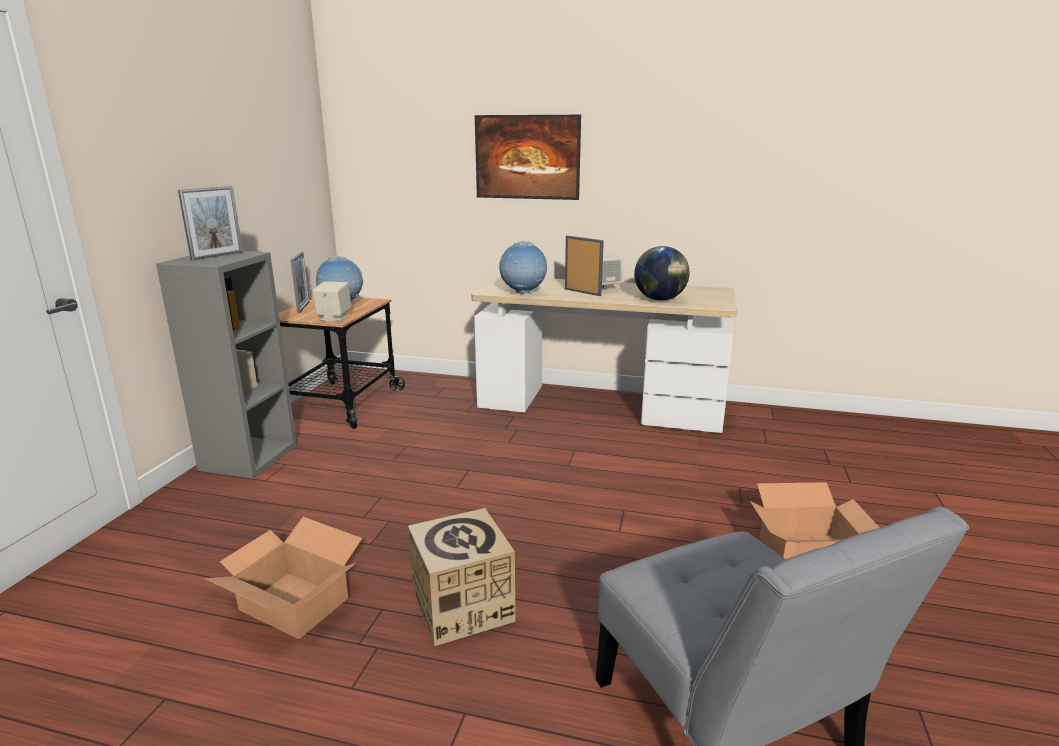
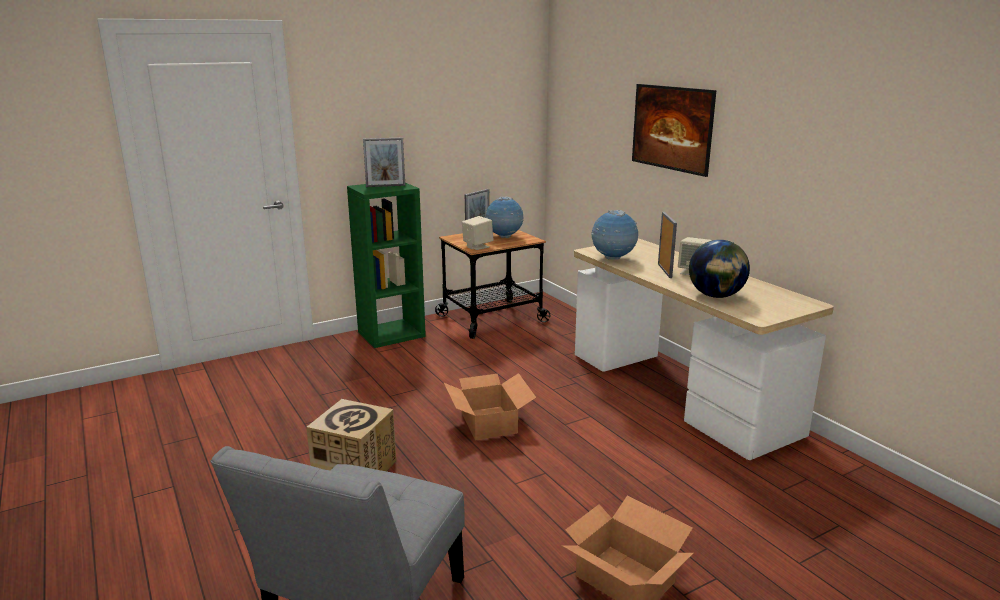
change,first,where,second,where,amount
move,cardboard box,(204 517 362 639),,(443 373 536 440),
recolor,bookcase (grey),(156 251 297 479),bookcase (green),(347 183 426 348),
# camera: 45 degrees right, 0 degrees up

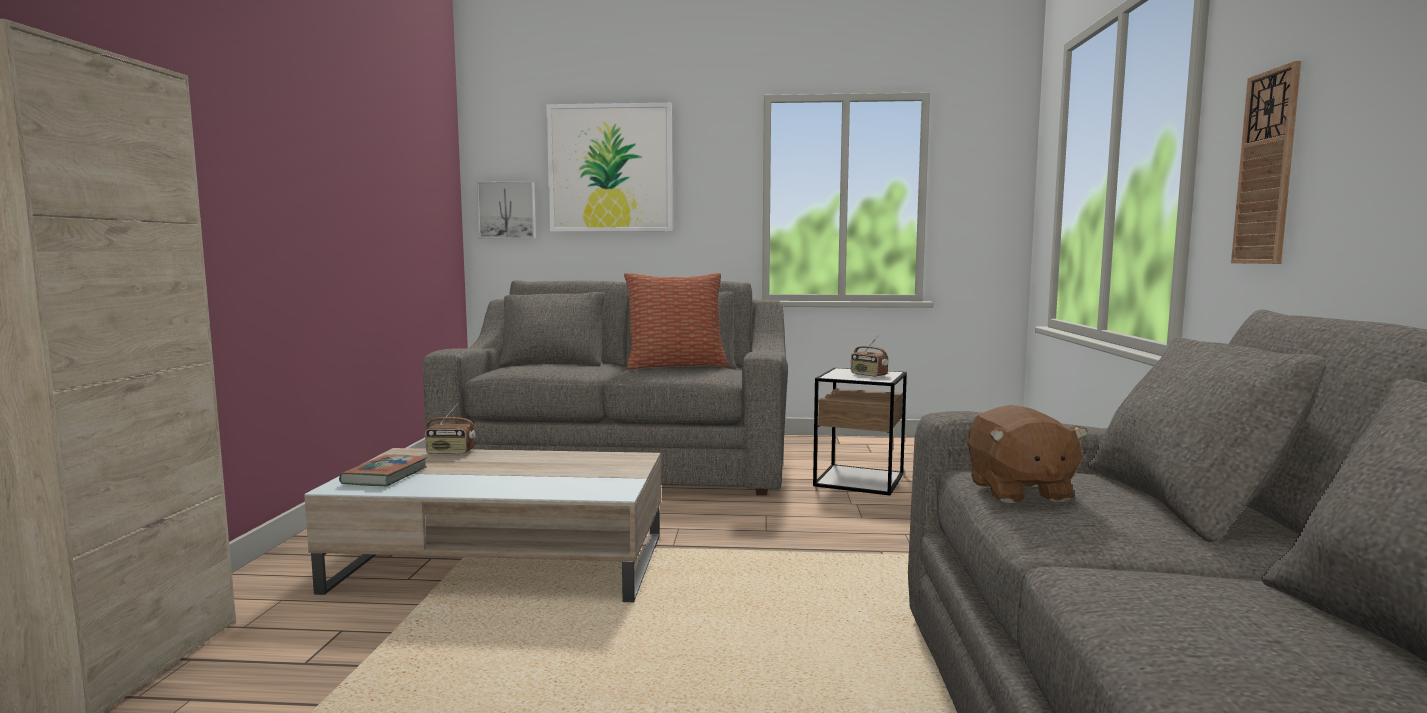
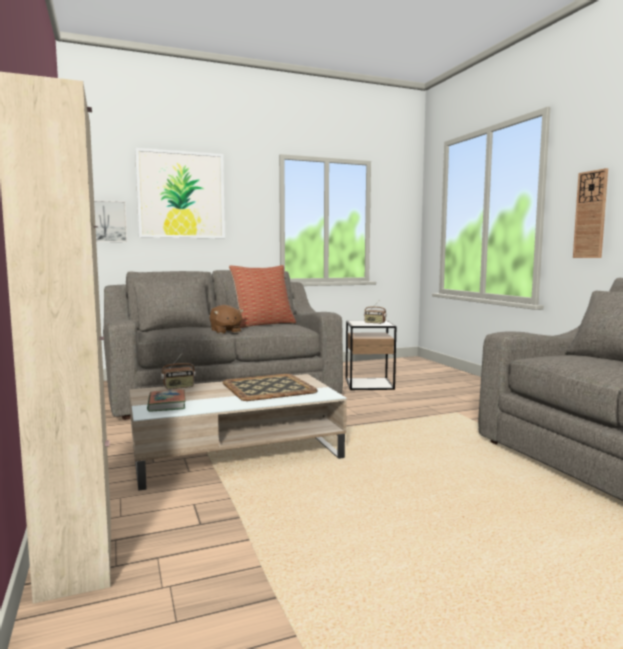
change,first,where,second,where,amount
insert,,,tray,(223 374 318 401),
move,plush toy (brown),(968 405 1088 503),,(210 305 244 334),
# camera: 25 degrees left, 0 degrees up

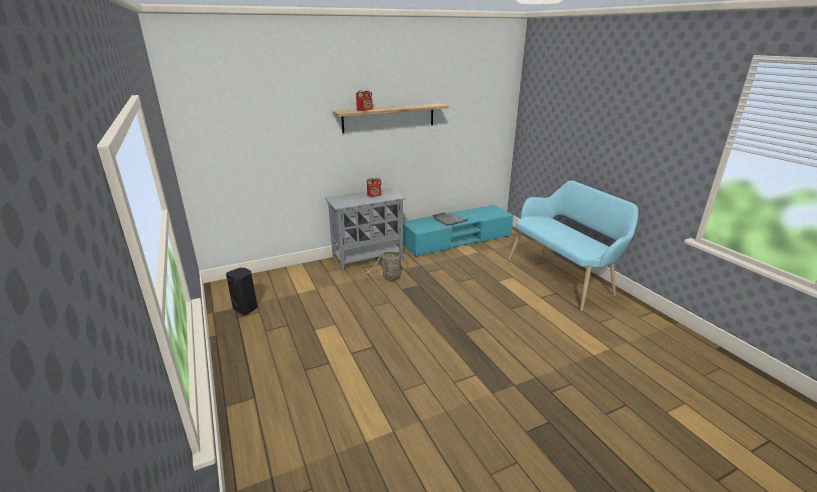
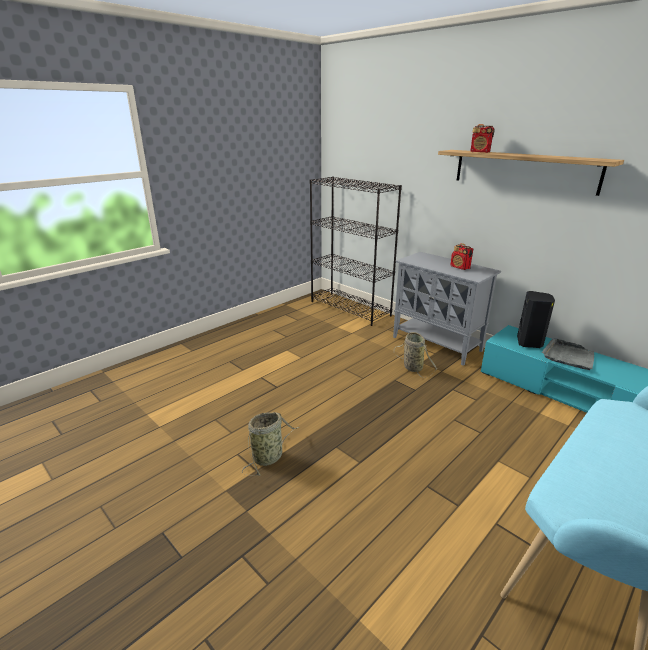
change,first,where,second,where,amount
insert,,,basket,(242 412 300 476),
insert,,,bookcase (black),(310 176 402 326),
move,speaker (black),(226 268 257 315),,(517 291 555 348),
# camera: 70 degrees right, 0 degrees up

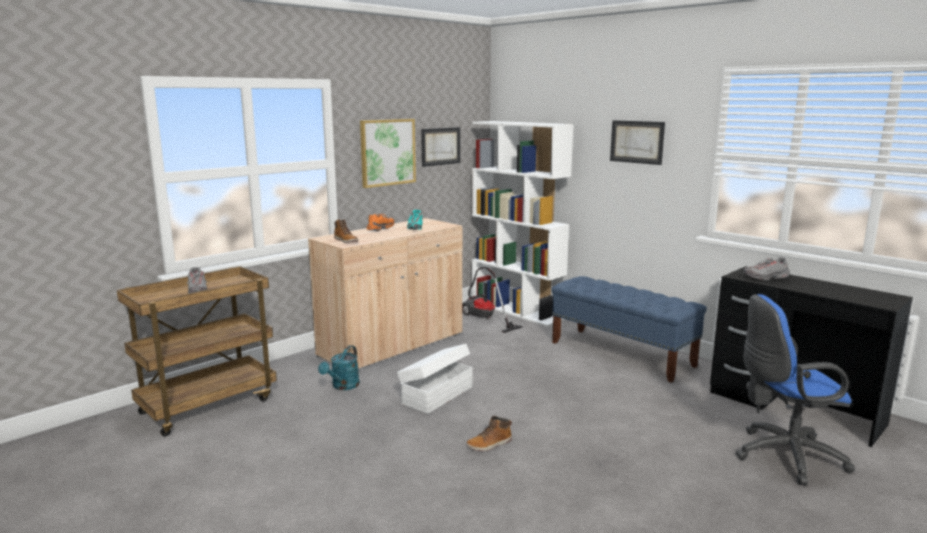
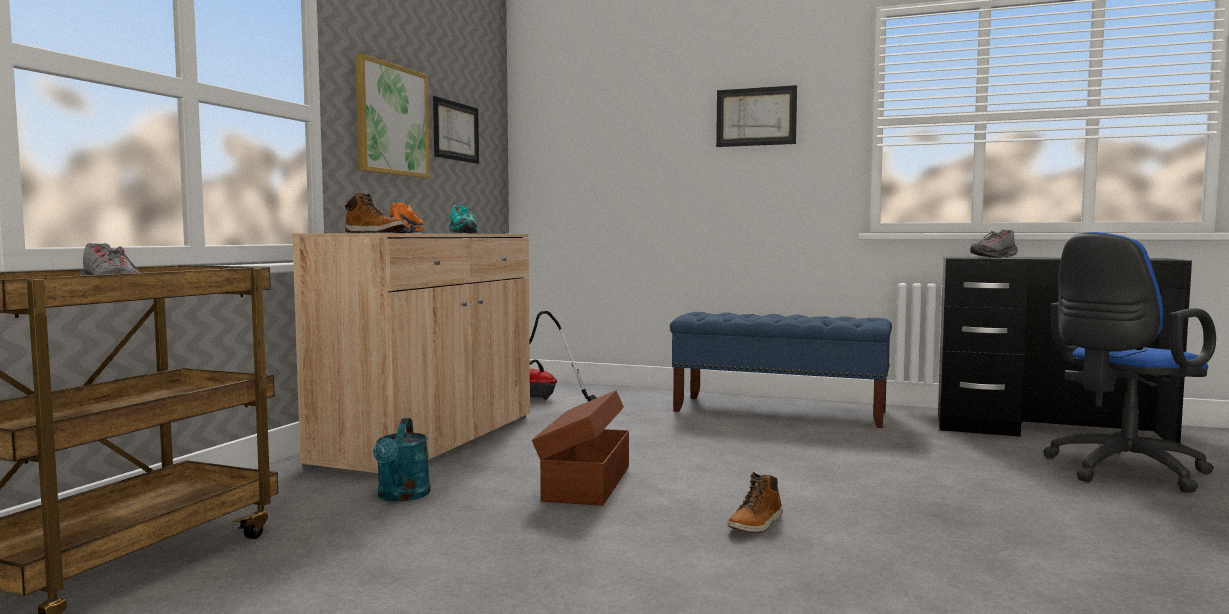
change,first,where,second,where,amount
delete,bookcase (white),(472 121 574 327),,,
recolor,storage box (white),(397 344 472 414),storage box (brown),(532 390 629 506),
# camera: 25 degrees left, 10 degrees down

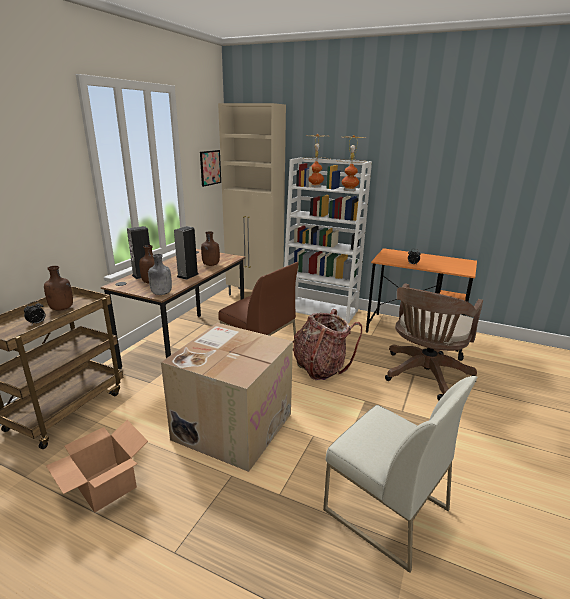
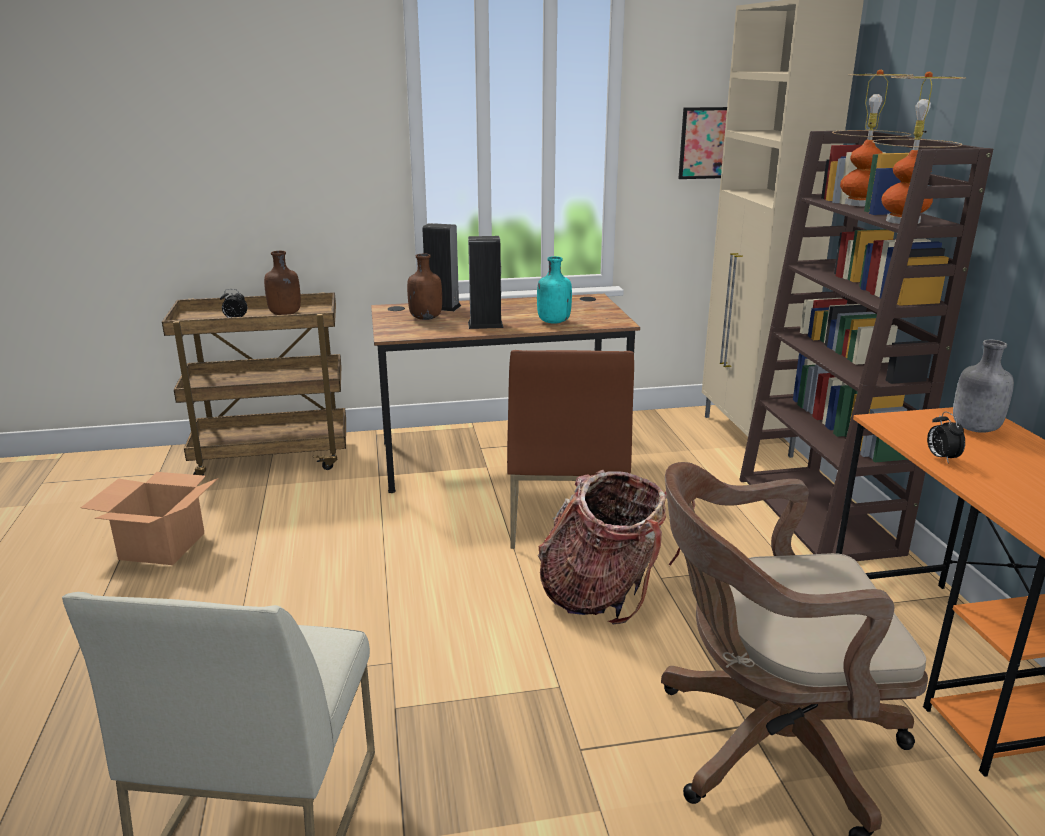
change,first,where,second,where,amount
delete,cardboard box,(161 323 293 472),,,
move,bottle (grey),(148 254 172 295),,(953 340 1014 433),
recolor,bottle (brown),(201 231 220 266),bottle (turquoise),(537 256 572 324),
recolor,bookcase (white),(284 158 372 324),bookcase (brown),(739 131 993 561),
# camera: 55 degrees right, 0 degrees up

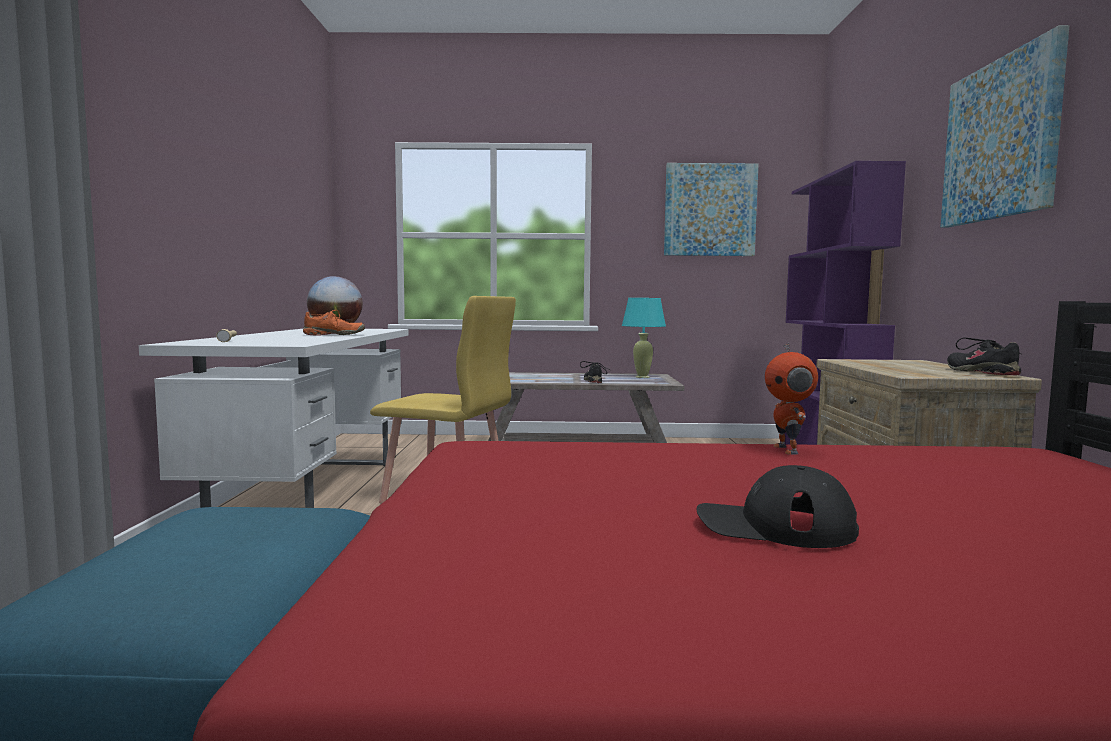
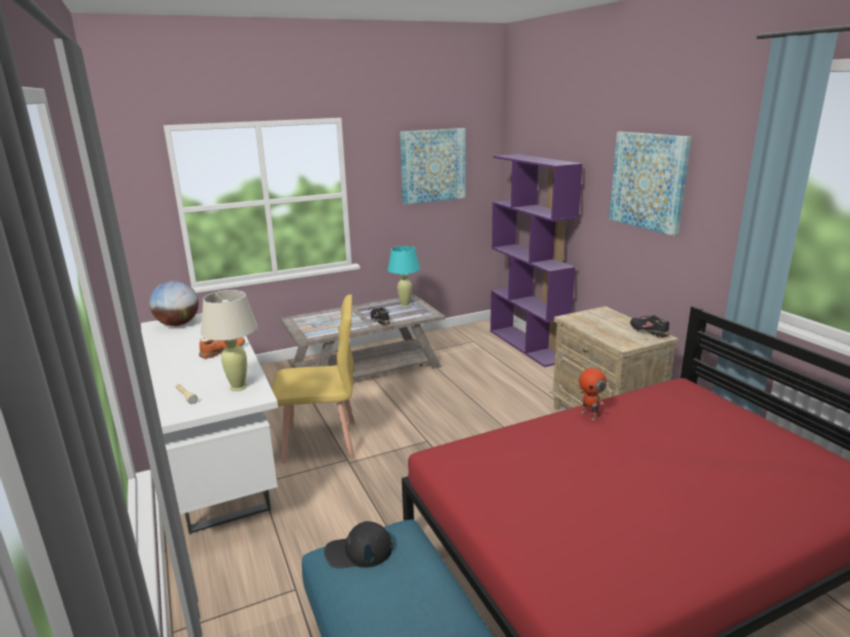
change,first,where,second,where,amount
insert,,,table lamp (beige),(201 290 258 391),
move,cap (black),(697 465 859 548),,(324 521 393 568),
# camera: 25 degrees left, 15 degrees up

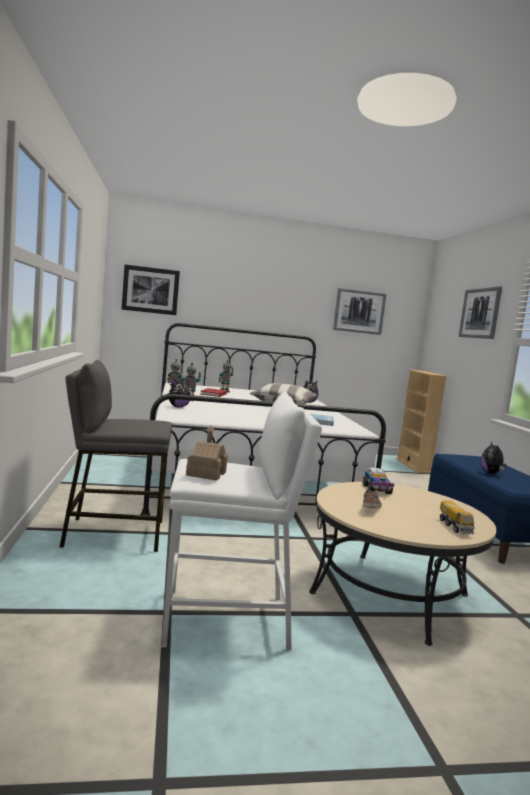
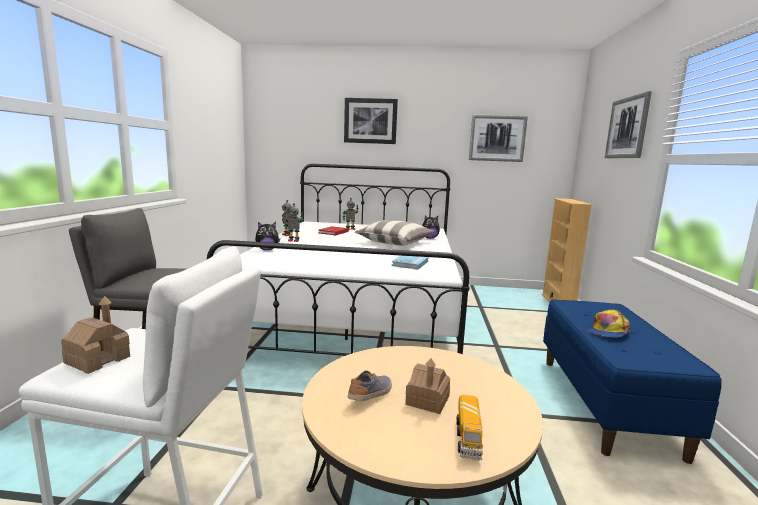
change,first,where,second,where,amount
delete,toy truck,(363 467 394 494),,,
insert,,,toy house,(405 359 450 414),
move,picture,(122 265 180 315),,(344 98 398 144),
replace,plush toy,(481 442 506 474),cap,(587 310 630 337),
# camera: 15 degrees right, 5 degrees up

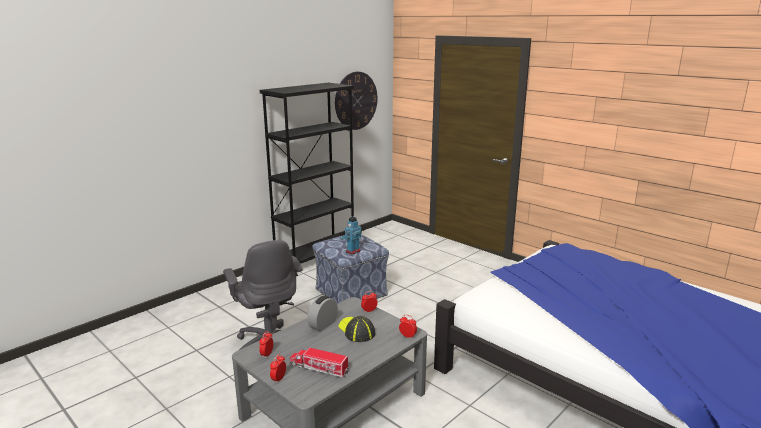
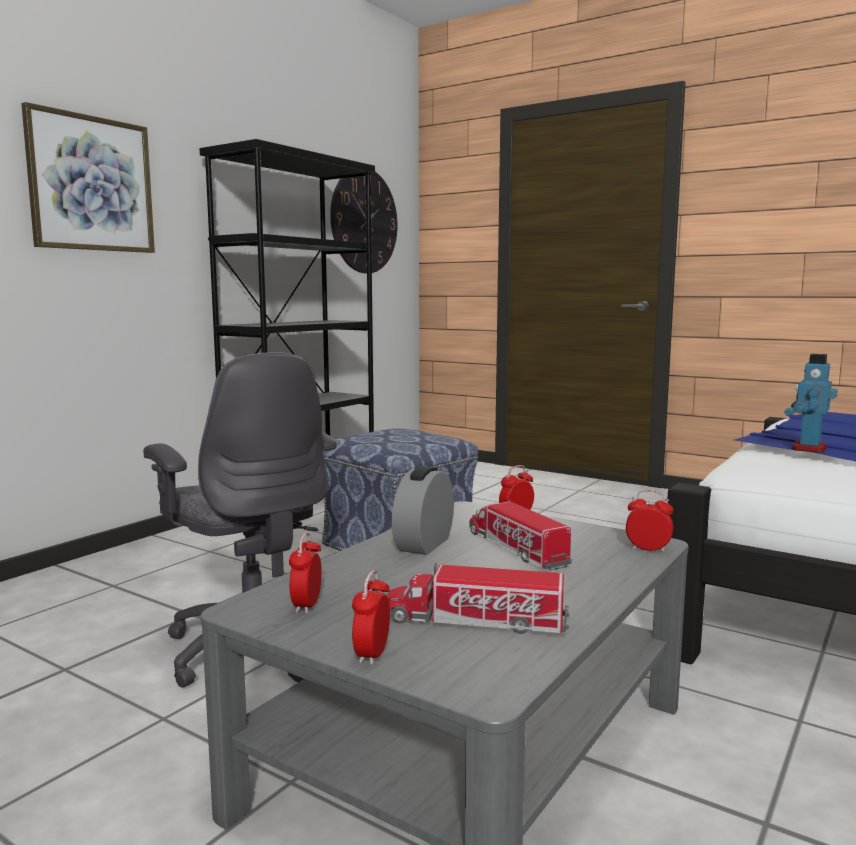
change,first,where,second,where,amount
insert,,,picture,(21 102 155 253),
move,toy robot,(340 217 362 254),,(784 354 838 453),
replace,cap,(338 316 375 342),toy truck,(469 500 572 570),
# camera: 10 degrees left, 10 degrees down

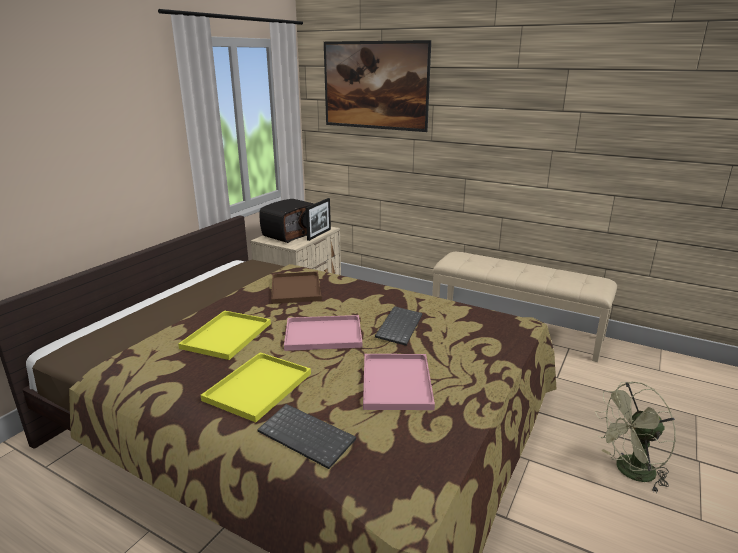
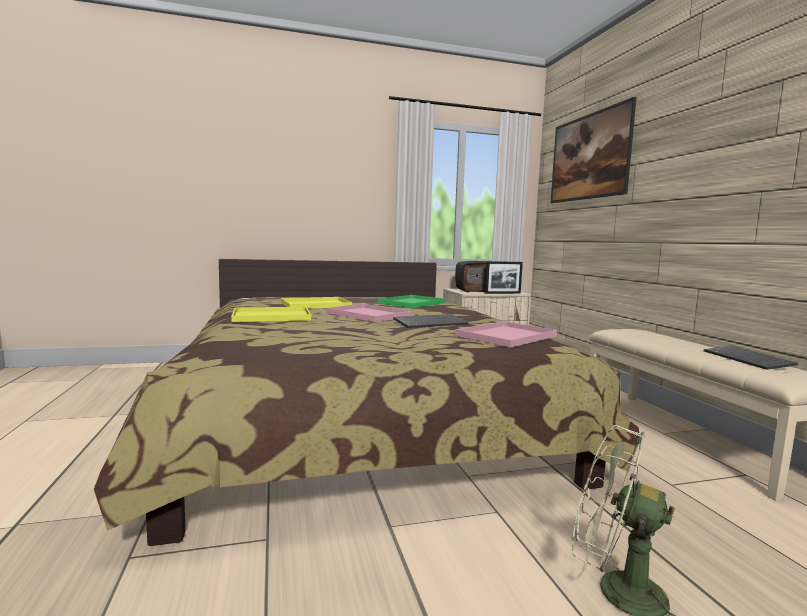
change,first,where,second,where,amount
move,keyboard,(257 404 356 469),,(704 346 798 370),
move,tray (pink),(363 354 435 410),,(455 321 557 348),
recolor,tray (brown),(271 271 322 304),tray (green),(377 295 445 308),
# camera: 45 degrees right, 15 degrees down

